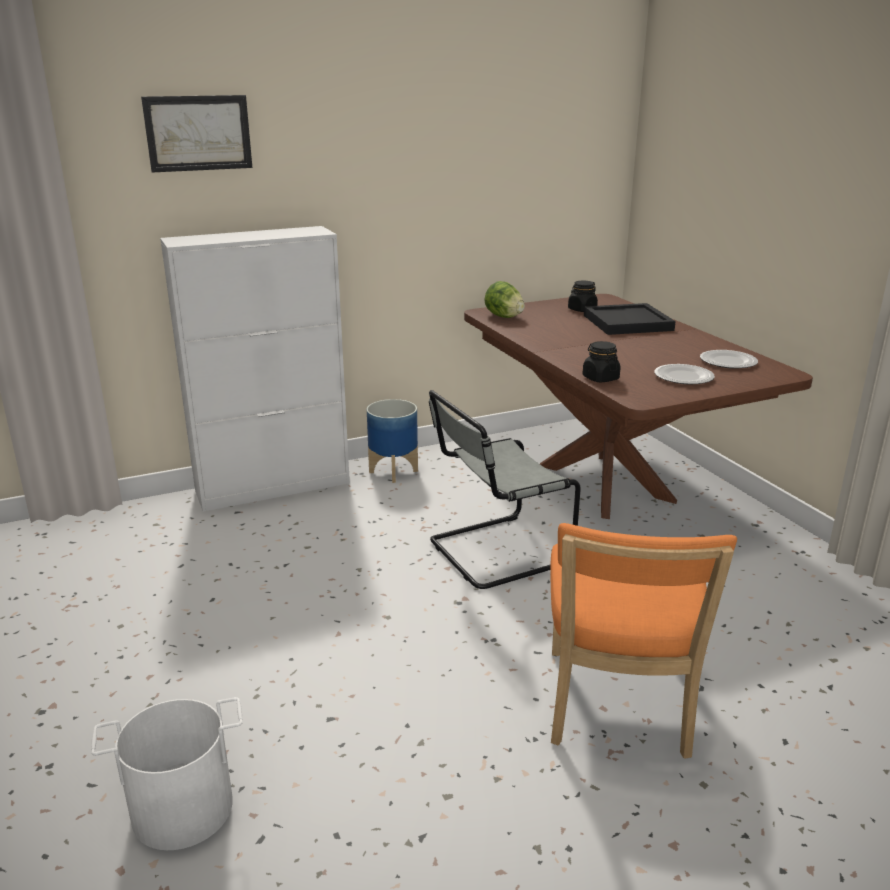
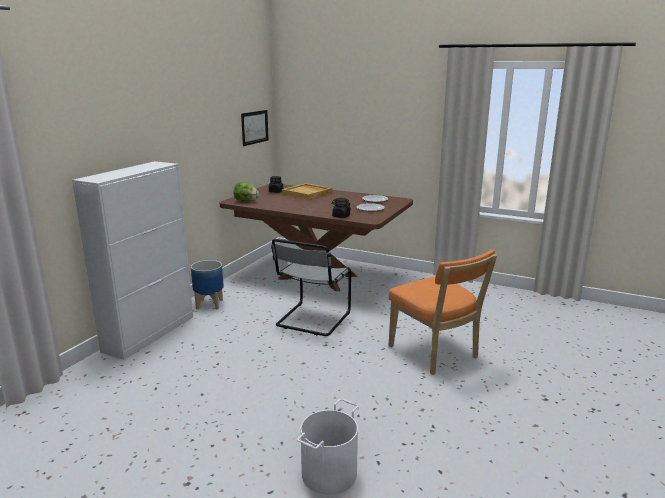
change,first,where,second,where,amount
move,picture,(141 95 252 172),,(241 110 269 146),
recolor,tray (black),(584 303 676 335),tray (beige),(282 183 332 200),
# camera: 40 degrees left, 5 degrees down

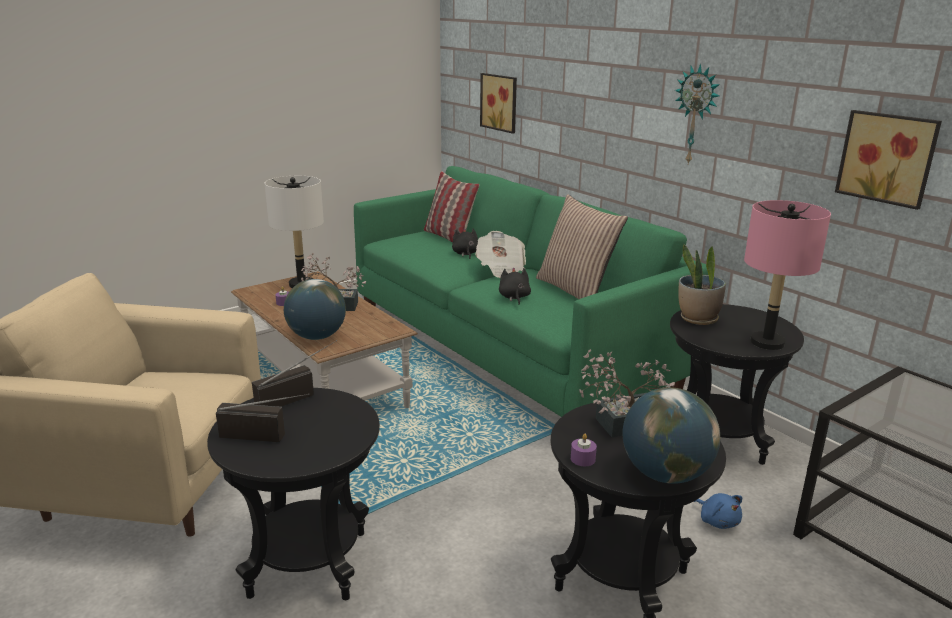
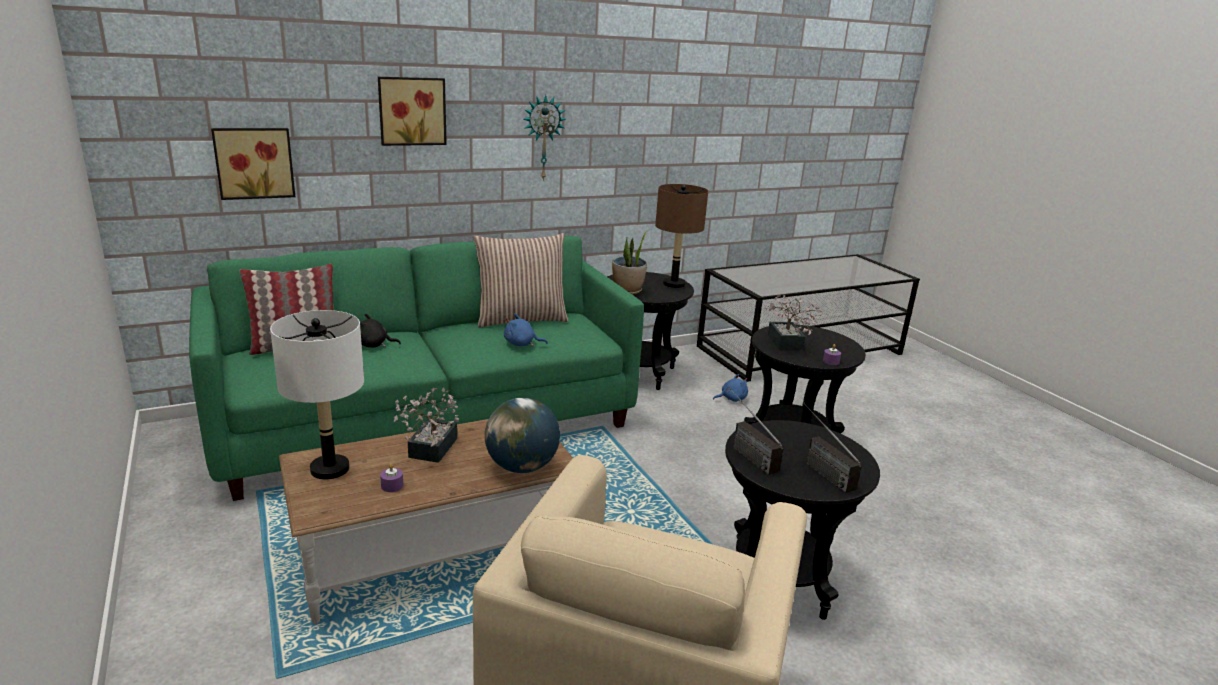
change,first,where,second,where,amount
delete,newspaper,(475 231 526 278),,,
delete,globe,(622 387 720 484),,,
move,picture,(835 110 942 210),,(378 77 447 146),
recolor,plush toy (black),(499 267 531 305),plush toy (blue),(504 313 548 346),
recolor,table lamp (pink),(744 200 831 350),table lamp (brown),(655 184 708 288),
rotate,radio,(216 394 309 442),,(803 403 862 493),45 degrees counterclockwise
# camera: 80 degrees left, 0 degrees up

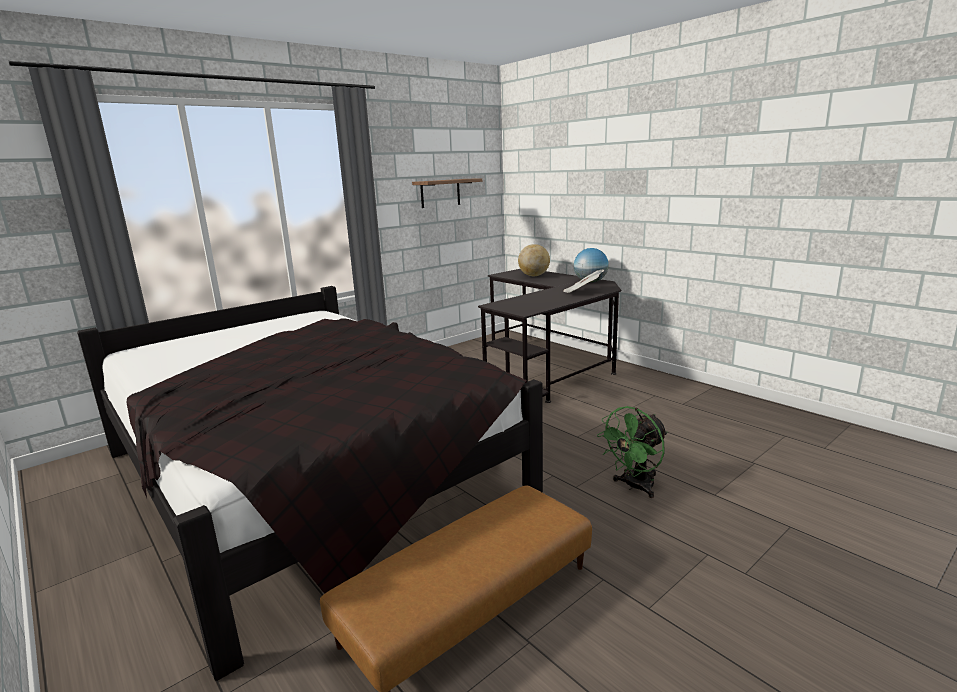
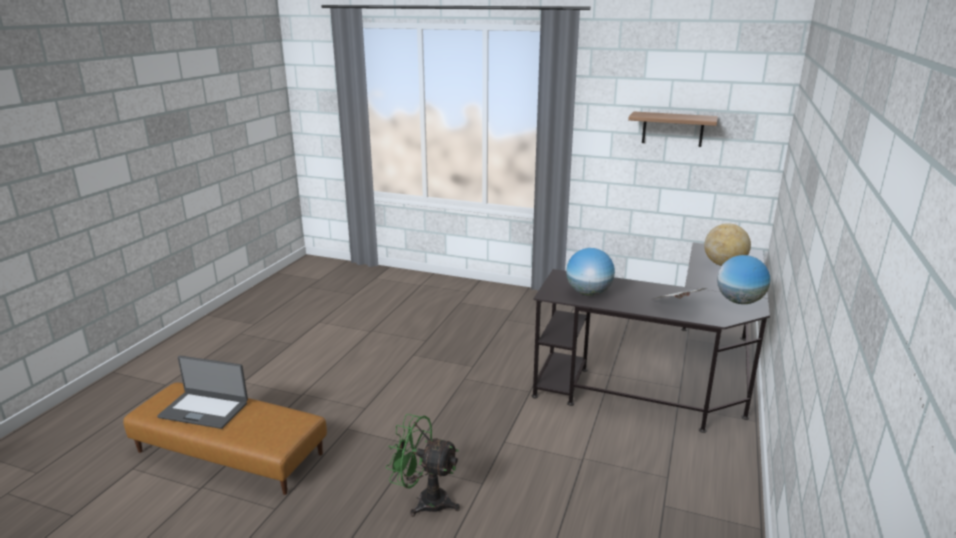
change,first,where,second,where,amount
delete,bed (black),(77 286 543 681),,,
insert,,,laptop,(157 356 248 429),
insert,,,globe,(566 248 615 296),
# camera: 60 degrees right, 5 degrees up

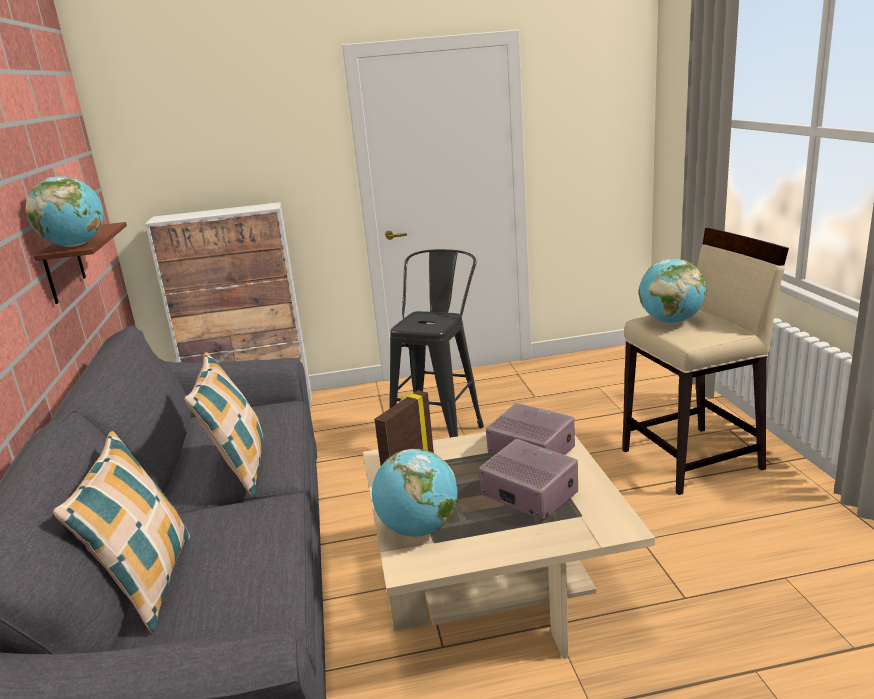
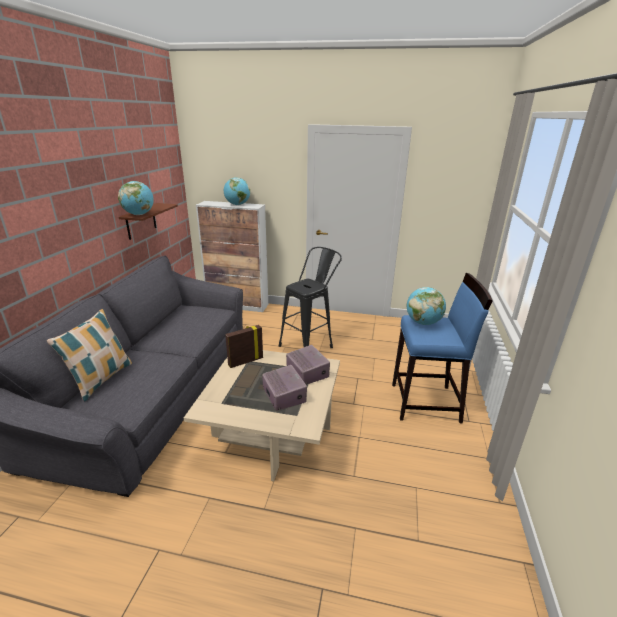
change,first,where,second,where,amount
delete,pillow,(184 352 264 497),,,
move,globe,(372 449 457 537),,(224 177 250 205),
recolor,stool (beige),(622 228 789 495),stool (blue),(392 273 493 423),
# camera: 20 degrees right, 5 degrees up

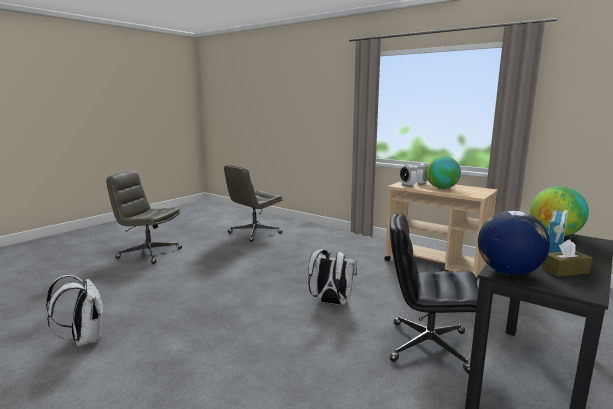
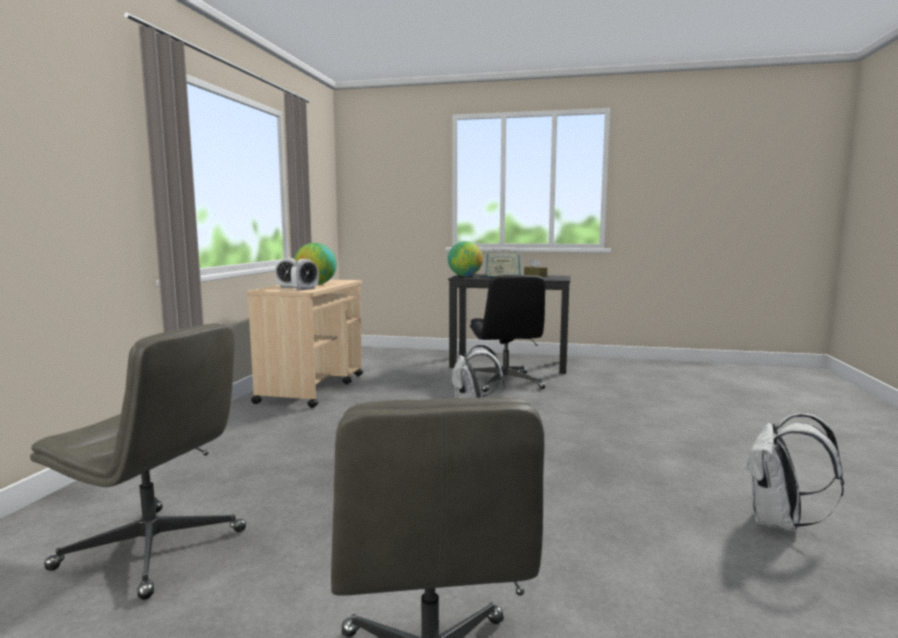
change,first,where,second,where,amount
delete,globe,(478 211 550 275),,,
# camera: 115 degrees left, 5 degrees down

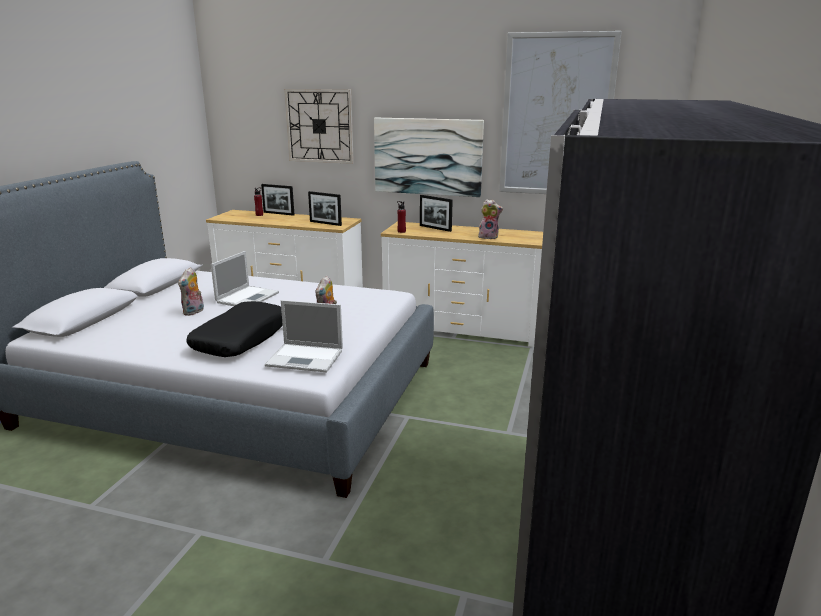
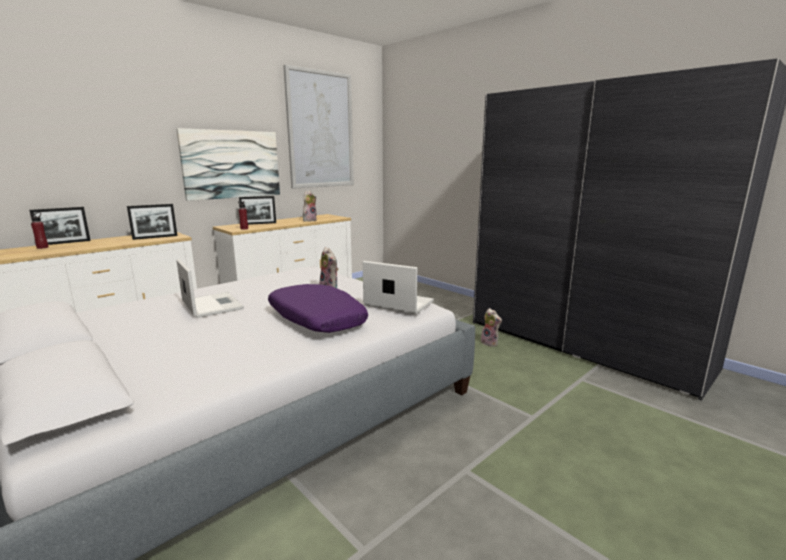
change,first,where,second,where,amount
delete,wall clock,(284 89 354 164),,,
move,plush toy,(178 267 204 316),,(481 308 502 347),
recolor,pillow (black),(186 301 283 357),pillow (purple),(268 284 368 333),
rotate,laptop,(265 300 343 373),,(363 261 434 315),105 degrees counterclockwise
# camera: 60 degrees left, 5 degrees down

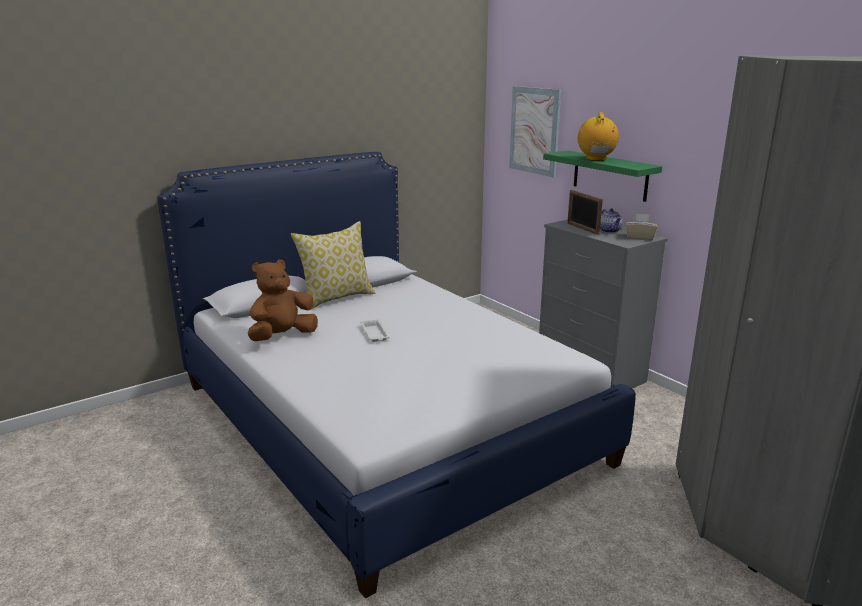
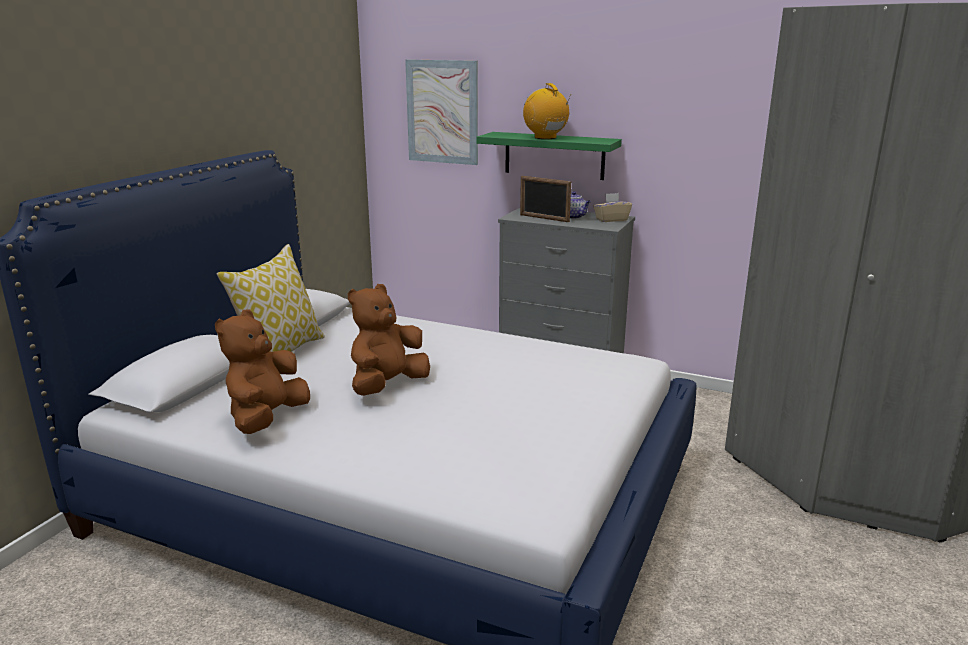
change,first,where,second,where,amount
replace,tray (white),(361 319 390 342),plush toy (brown),(348 284 430 396),
# camera: 30 degrees left, 0 degrees up

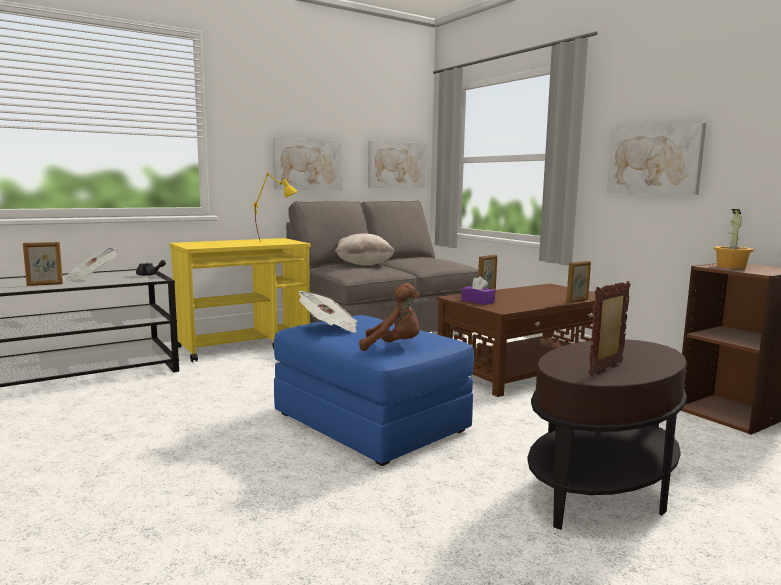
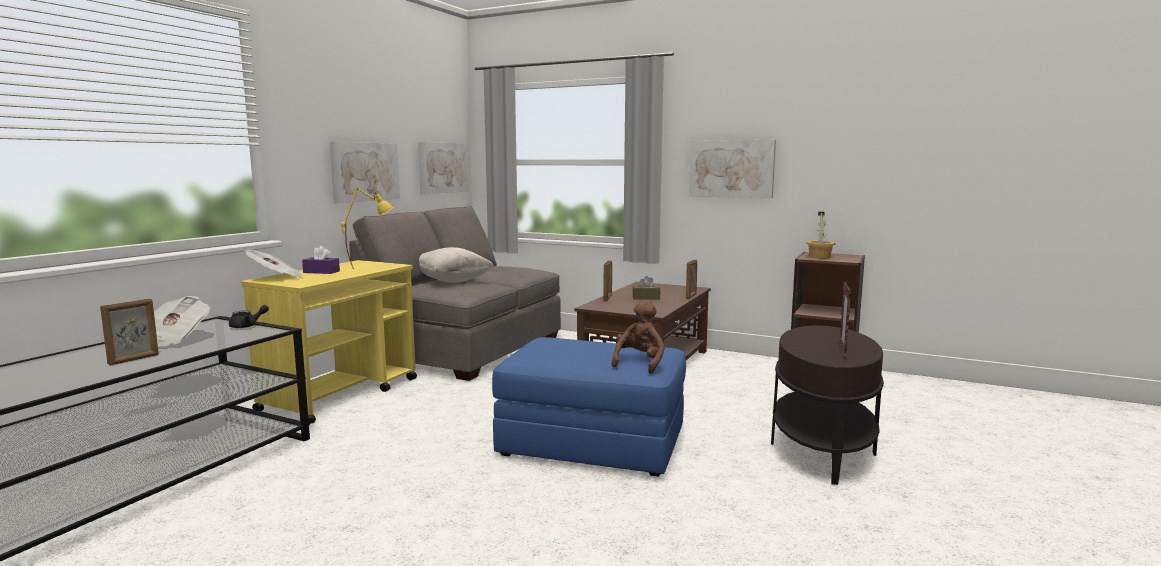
change,first,where,second,where,amount
insert,,,tissue box (brown),(633 276 660 300),
move,newspaper,(298 291 357 333),,(241 247 303 278),
move,tissue box (purple),(461 276 495 305),,(302 246 340 274),
rotate,plush toy (brown),(359 283 420 351),,(612 300 665 374),45 degrees counterclockwise
# camera: 30 degrees left, 0 degrees up

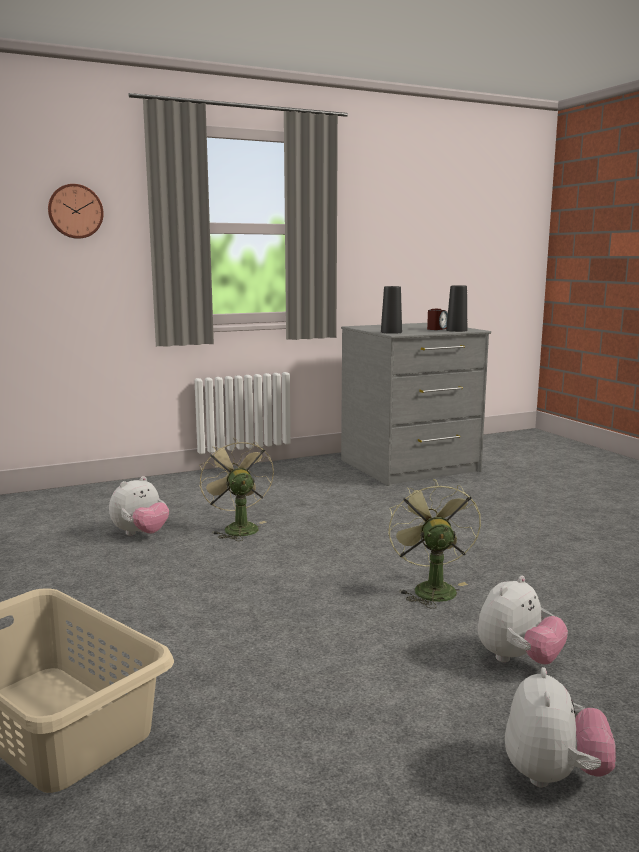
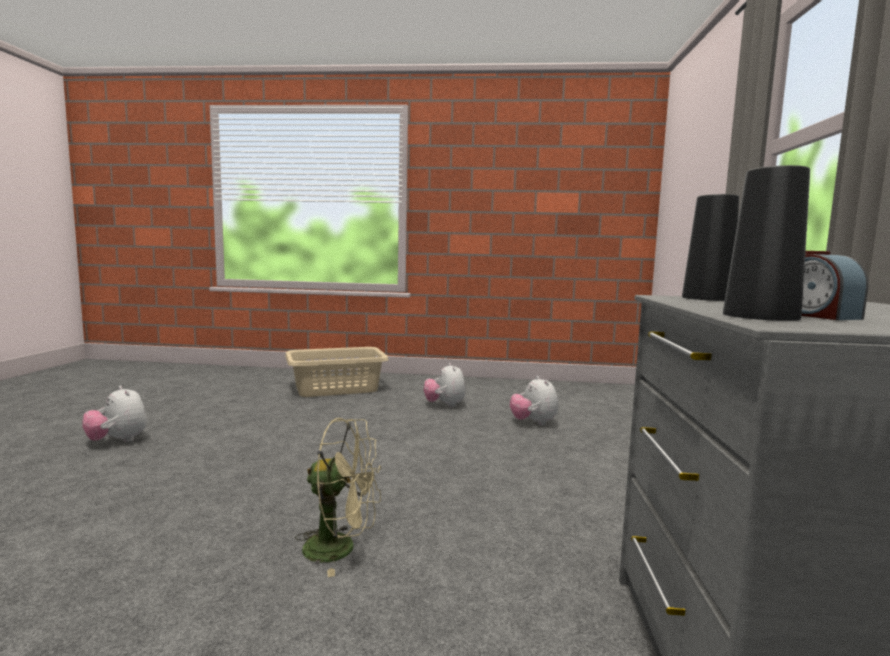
change,first,where,second,where,amount
delete,wall clock,(48 184 104 239),,,
delete,fan (green),(388 479 481 608),,,
move,fan (beige),(199 438 274 541),,(295 418 381 577),
move,plush toy,(478 576 568 665),,(424 363 465 407),
# camera: 120 degrees right, 5 degrees down

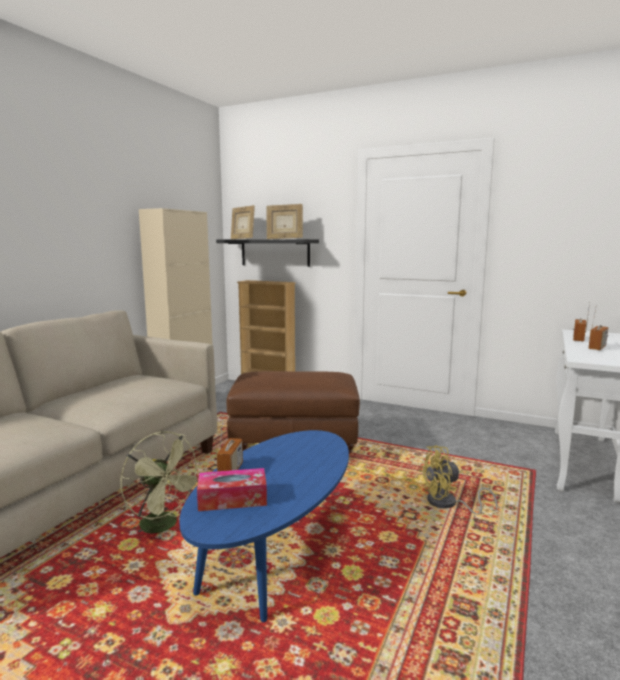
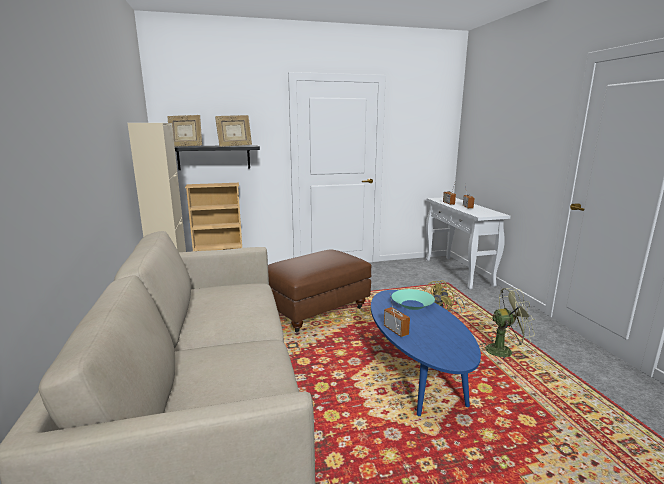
change,first,where,second,where,amount
delete,tissue box,(197 468 267 511),,,
insert,,,bowl (turquoise),(392 289 435 310),
move,fan (green),(121 431 201 535),,(479 288 535 359),
# camera: 40 degrees left, 5 degrees up

